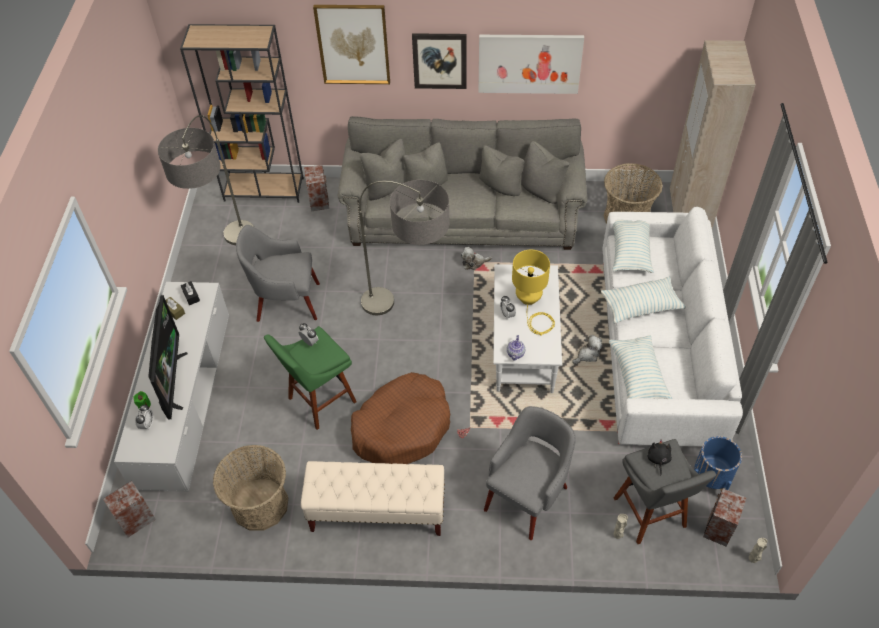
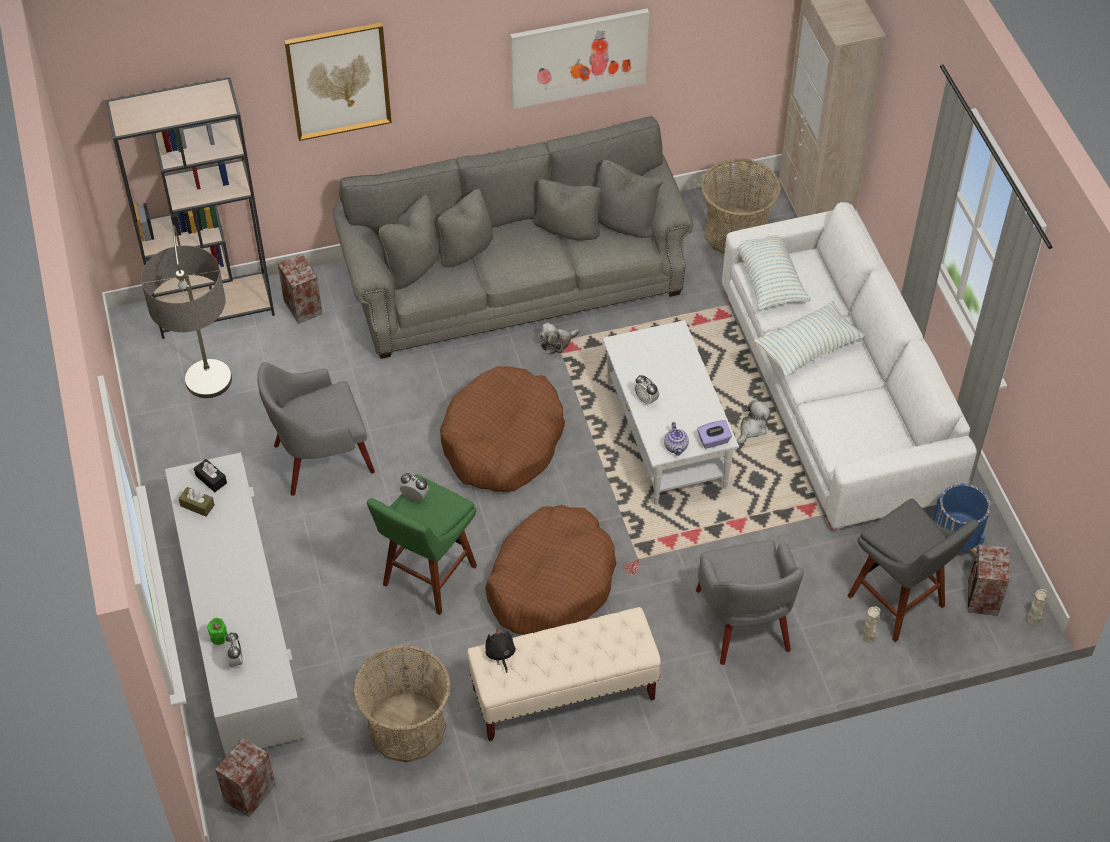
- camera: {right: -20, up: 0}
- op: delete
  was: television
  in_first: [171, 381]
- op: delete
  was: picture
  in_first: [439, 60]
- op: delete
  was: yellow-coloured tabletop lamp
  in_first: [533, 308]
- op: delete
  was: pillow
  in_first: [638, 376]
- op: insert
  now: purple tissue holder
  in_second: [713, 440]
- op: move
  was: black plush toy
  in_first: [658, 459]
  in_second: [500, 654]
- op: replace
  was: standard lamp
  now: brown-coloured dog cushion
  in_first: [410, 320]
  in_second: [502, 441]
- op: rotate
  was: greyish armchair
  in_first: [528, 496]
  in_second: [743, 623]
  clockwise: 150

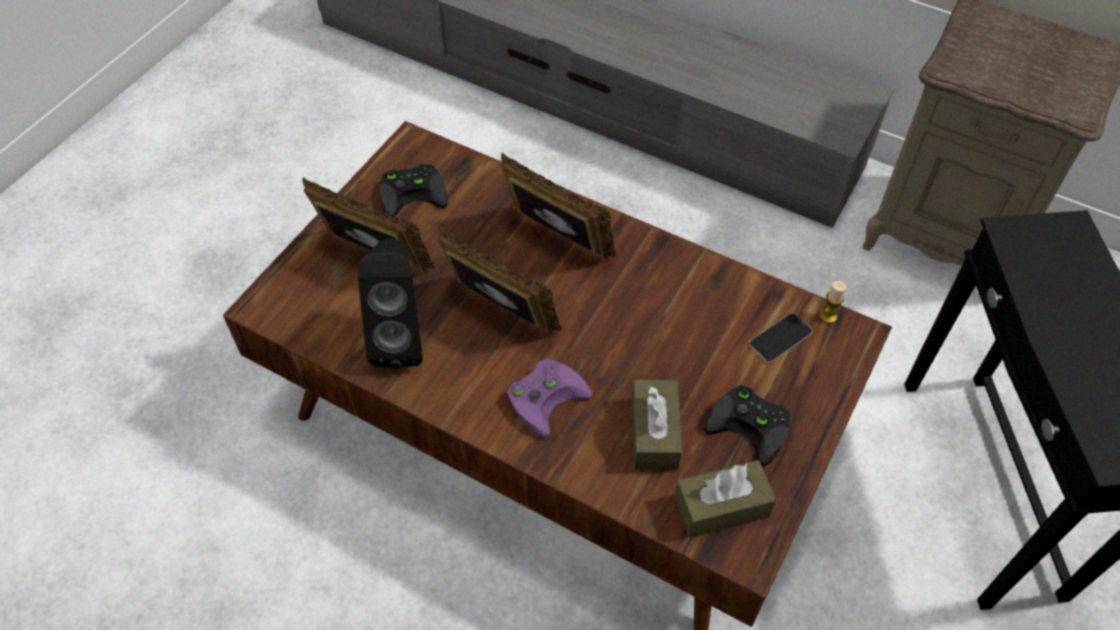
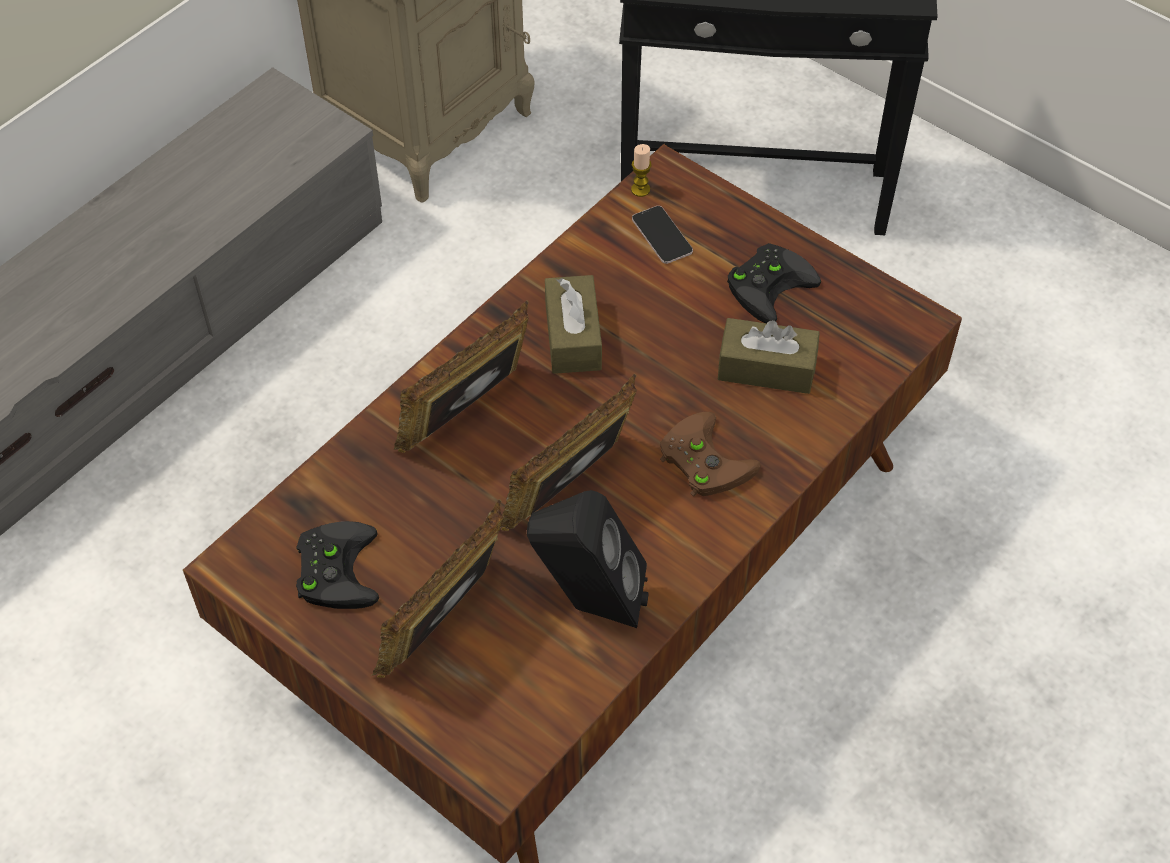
- camera: {right: -80, up: 0}
- op: move
  was: brown-coloured tissue holder
  in_first: [721, 507]
  in_second: [573, 336]
- op: recolor
  was: purple gamepad
  now: brown-coloured gamepad
  in_first: [546, 395]
  in_second: [701, 459]

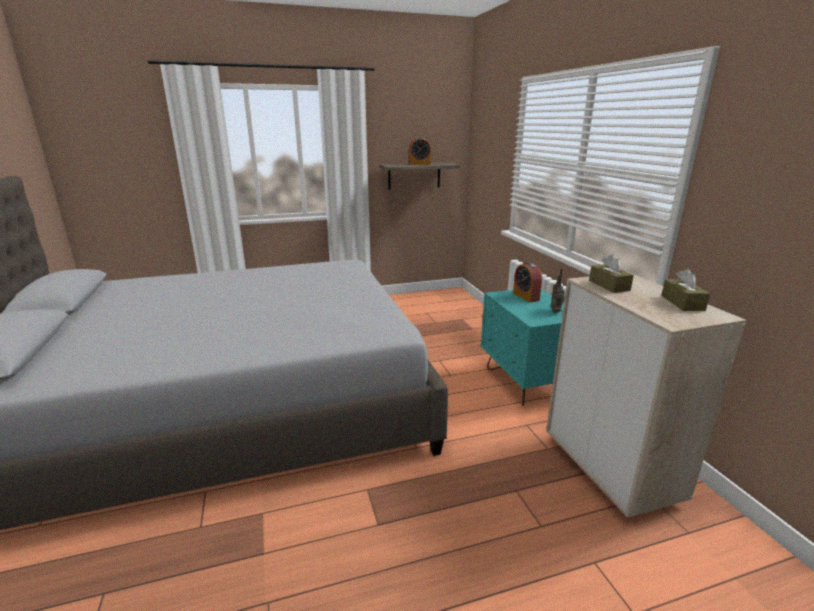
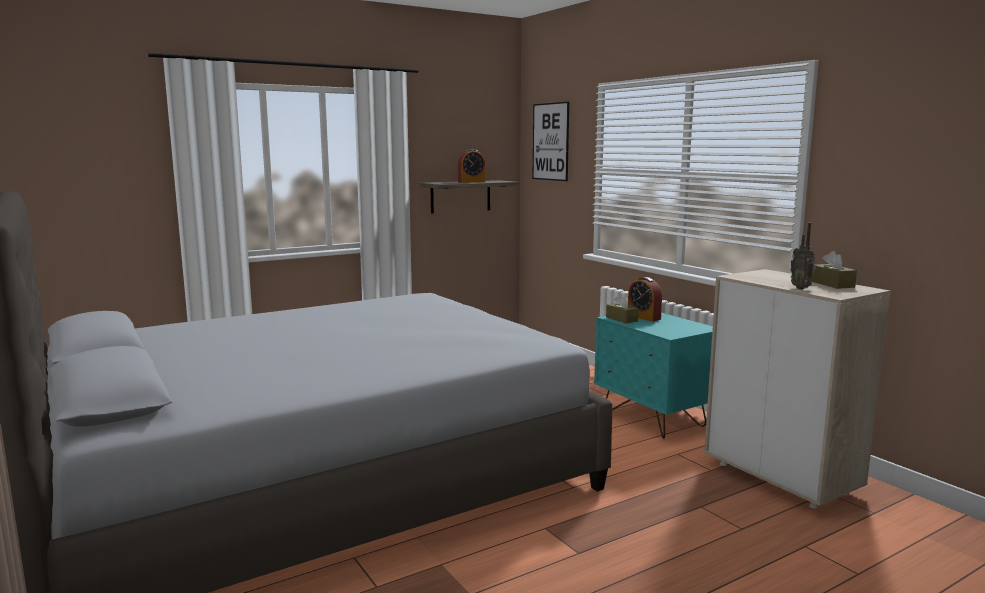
- camera: {right: -15, up: -10}
- op: insert
  now: picture
  in_second: [550, 141]
- op: move
  was: radio receiver
  in_first: [556, 311]
  in_second: [801, 288]
- op: move
  was: brown-coloured tissue holder
  in_first: [609, 285]
  in_second: [621, 319]

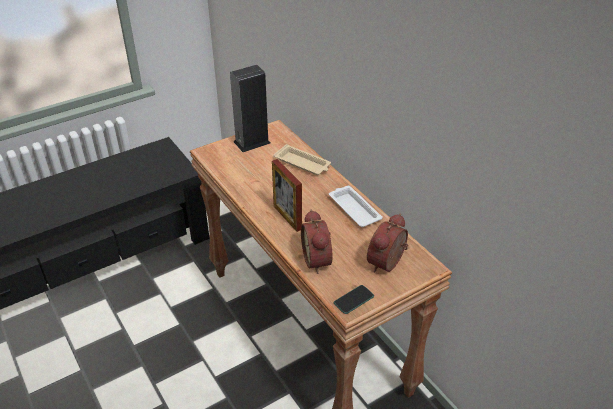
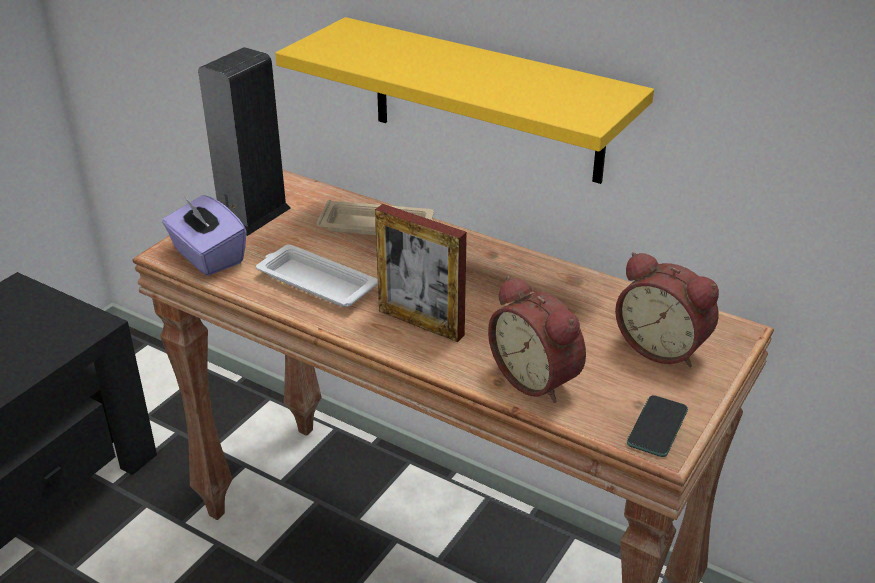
- camera: {right: -25, up: -5}
- op: insert
  now: purple tissue holder
  in_second: [207, 256]
- op: insert
  now: yellow-coloured bracket shelf
  in_second: [486, 101]
- op: move
  was: white-coloured serving tray
  in_first: [353, 209]
  in_second: [315, 282]
- op: rotate
  was: bedside clock
  in_first: [388, 263]
  in_second: [663, 347]
  clockwise: -60

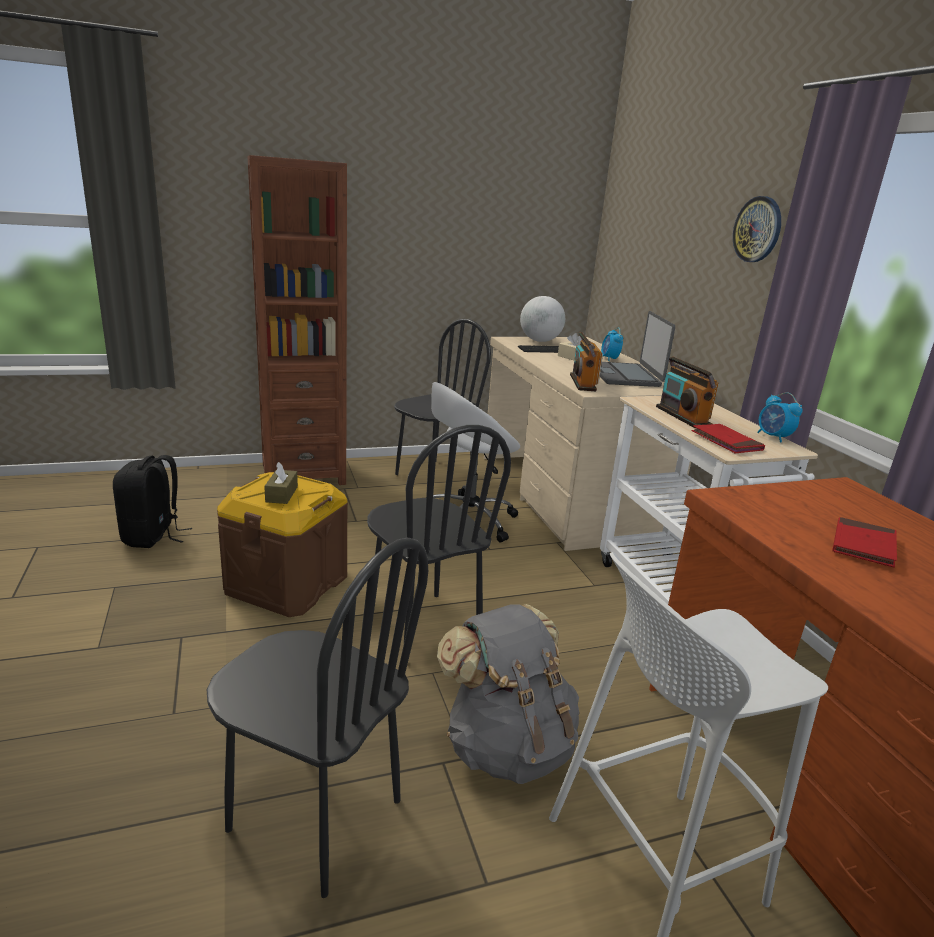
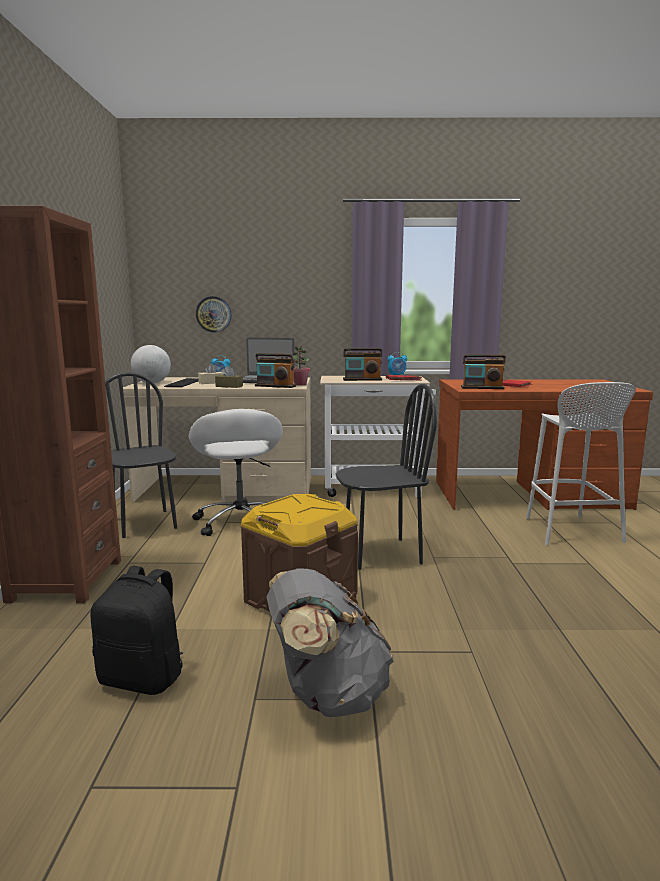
- camera: {right: -70, up: -10}
- op: delete
  was: black chair
  in_first: [314, 816]
- op: insert
  now: plant in a pot
  in_second: [300, 384]
- op: insert
  now: radio receiver
  in_second: [482, 388]
- op: move
  was: brown-coloured tissue holder
  in_first: [281, 494]
  in_second: [229, 386]
- op: move
  was: greyish rucksack
  in_first: [507, 745]
  in_second: [327, 695]
- op: move
  was: hanging clock
  in_first: [757, 229]
  in_second: [213, 314]

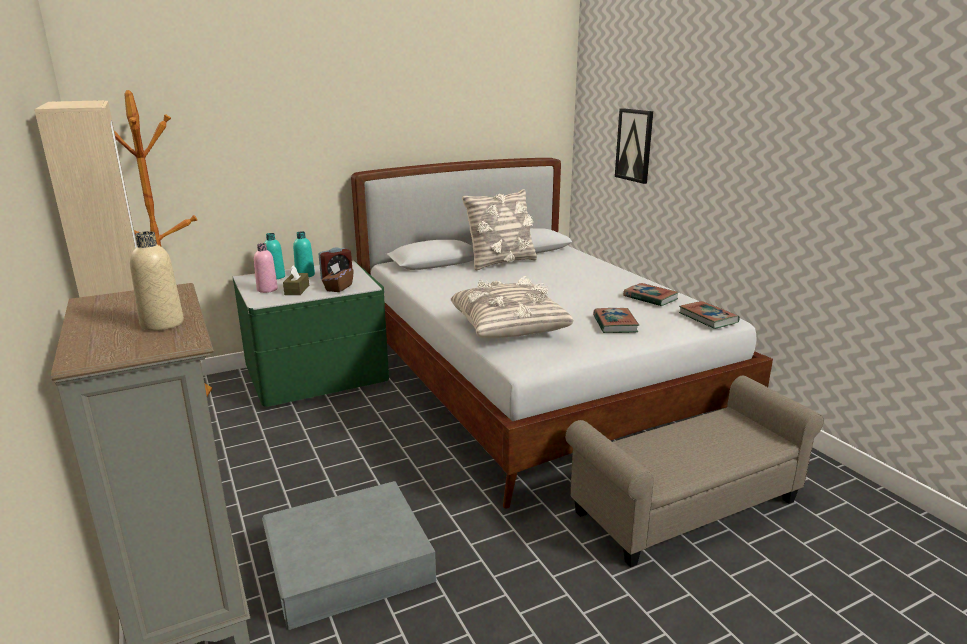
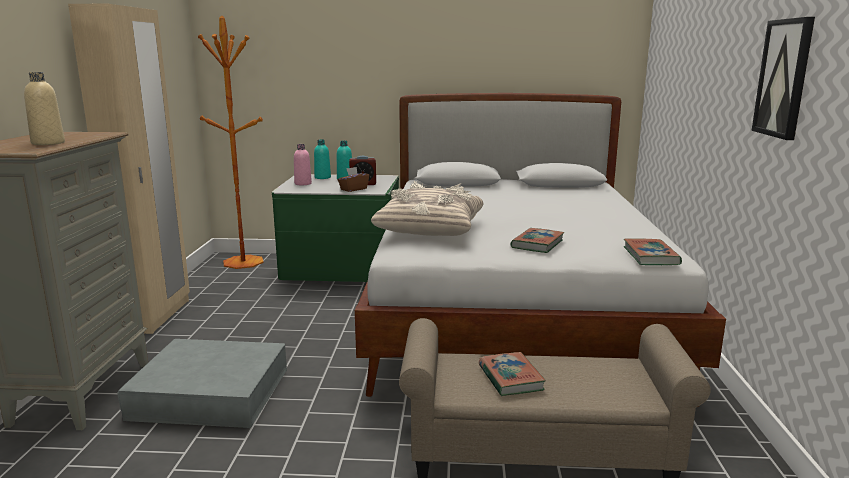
- camera: {right: 30, up: -5}
- op: delete
  was: brown-coloured tissue holder
  in_first: [297, 290]
- op: delete
  was: beige pillow
  in_first: [501, 263]
- op: move
  was: picture
  in_first: [634, 145]
  in_second: [784, 78]
- op: move
  was: book
  in_first: [650, 298]
  in_second: [510, 378]

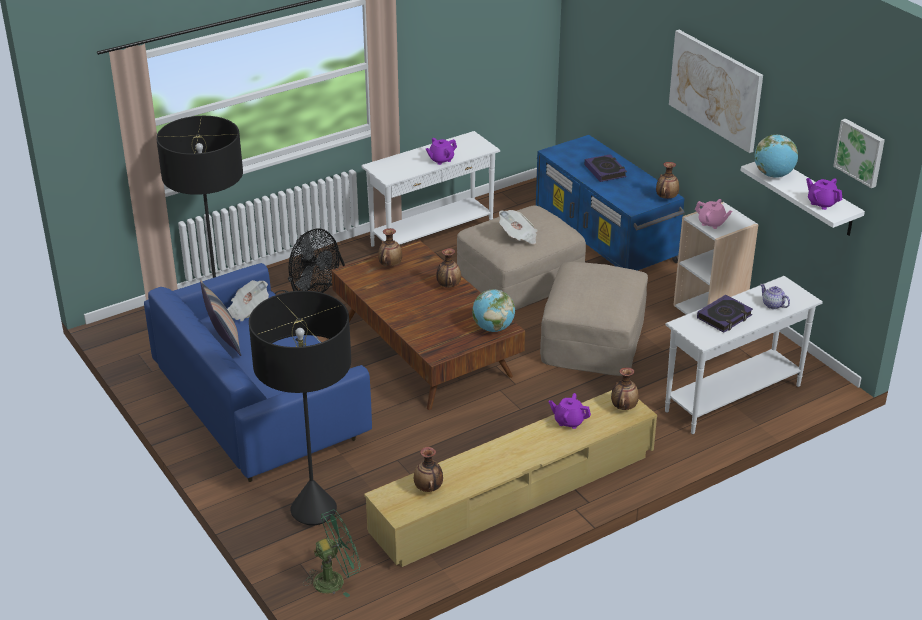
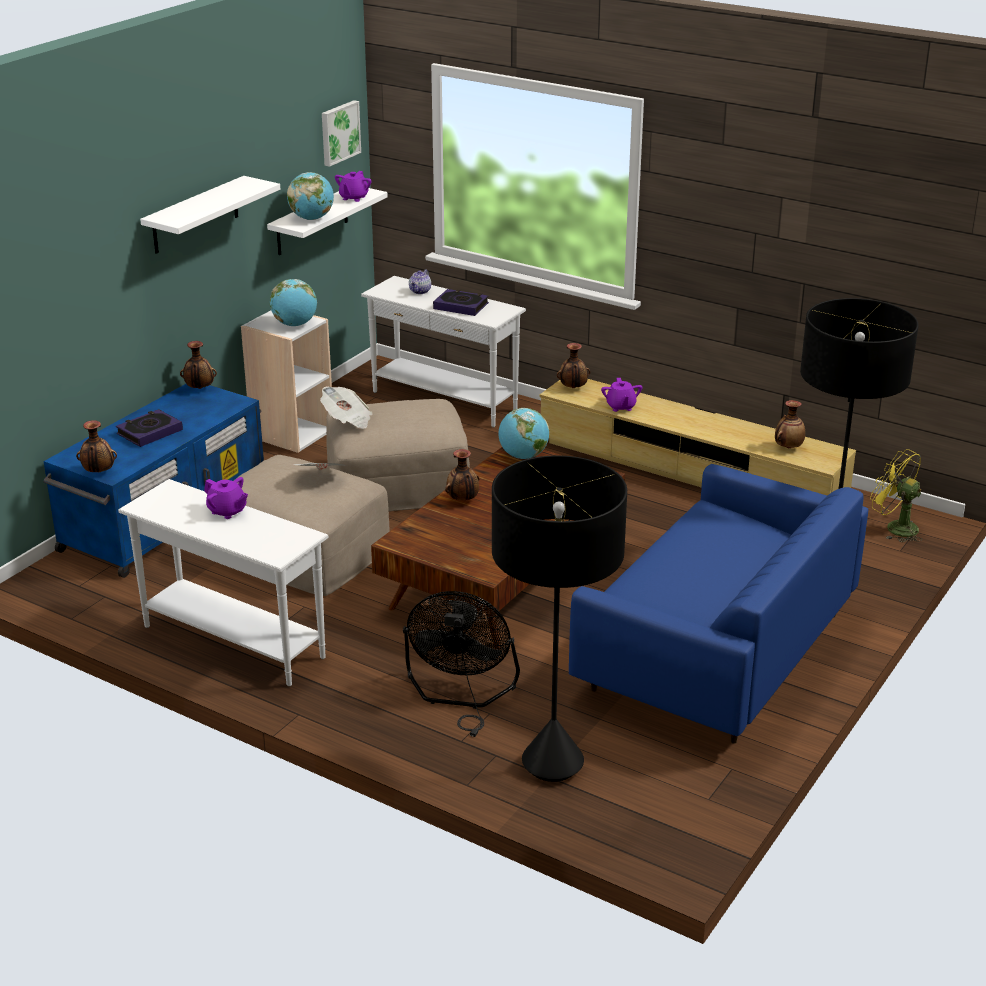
- camera: {right: -115, up: -5}
- op: delete
  was: pillow
  in_first: [224, 341]
- op: move
  was: daily paper
  in_first: [247, 311]
  in_second: [347, 420]
- op: move
  was: flower vase
  in_first: [390, 265]
  in_second: [98, 472]
- op: replace
  was: picture
  now: white-coloured bracket shelf
  in_first: [715, 89]
  in_second: [195, 215]
- op: replace
  was: pink-coloured teapot
  now: desk globe
  in_first: [711, 223]
  in_second: [295, 324]
- op: recolor
  was: green-coloured cooling fan
  now: yellow-coloured cooling fan
  in_first: [335, 579]
  in_second: [895, 527]

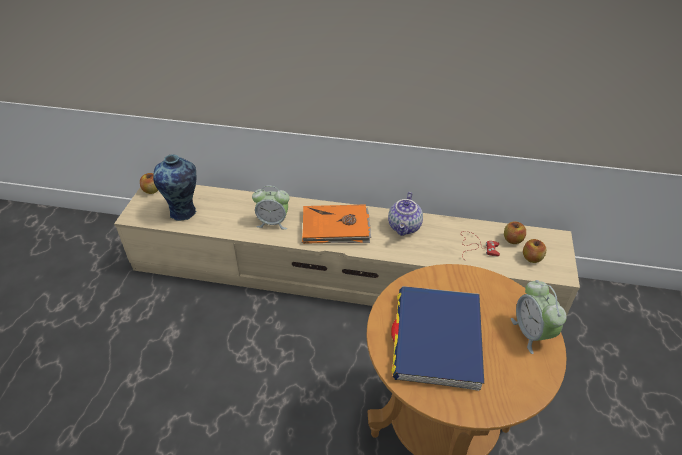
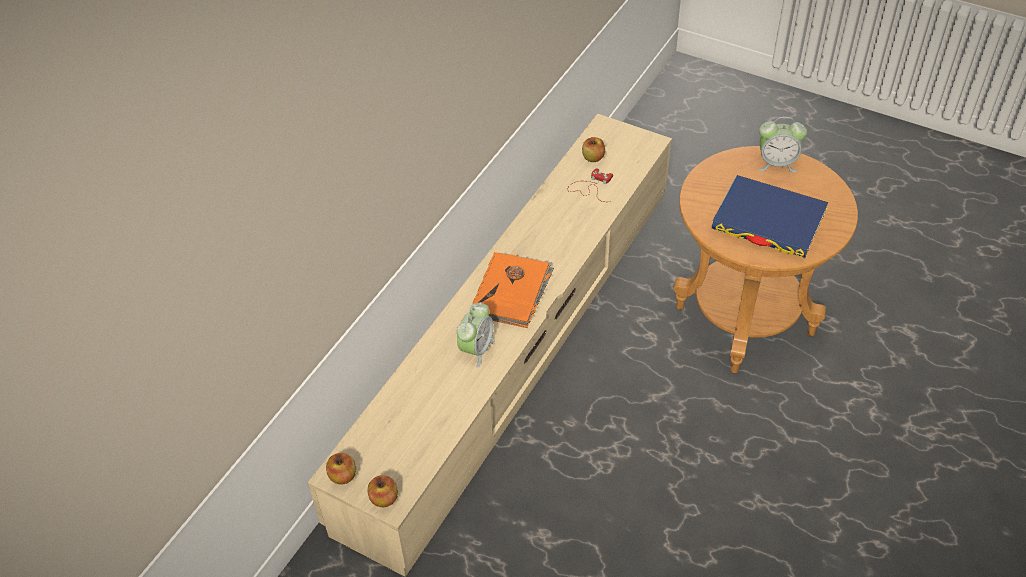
- camera: {right: -70, up: 5}
- op: delete
  was: flower vase
  in_first: [184, 212]
- op: delete
  was: teapot
  in_first: [405, 227]
- op: move
  was: apple
  in_first: [532, 258]
  in_second: [384, 499]

